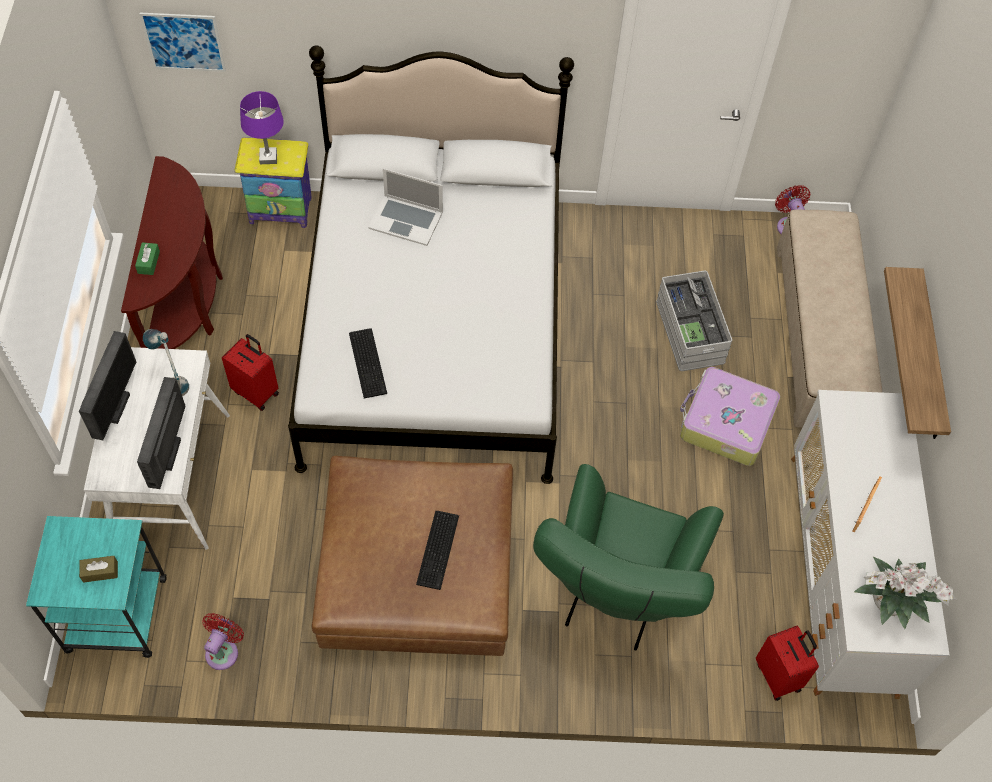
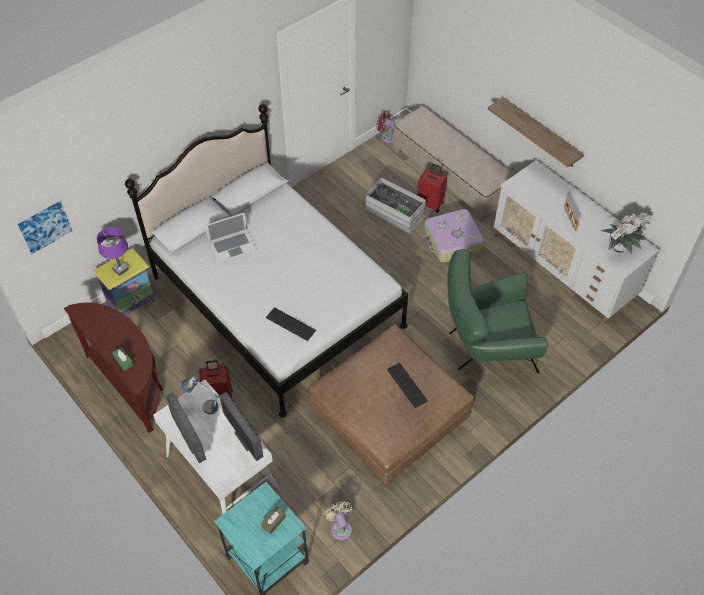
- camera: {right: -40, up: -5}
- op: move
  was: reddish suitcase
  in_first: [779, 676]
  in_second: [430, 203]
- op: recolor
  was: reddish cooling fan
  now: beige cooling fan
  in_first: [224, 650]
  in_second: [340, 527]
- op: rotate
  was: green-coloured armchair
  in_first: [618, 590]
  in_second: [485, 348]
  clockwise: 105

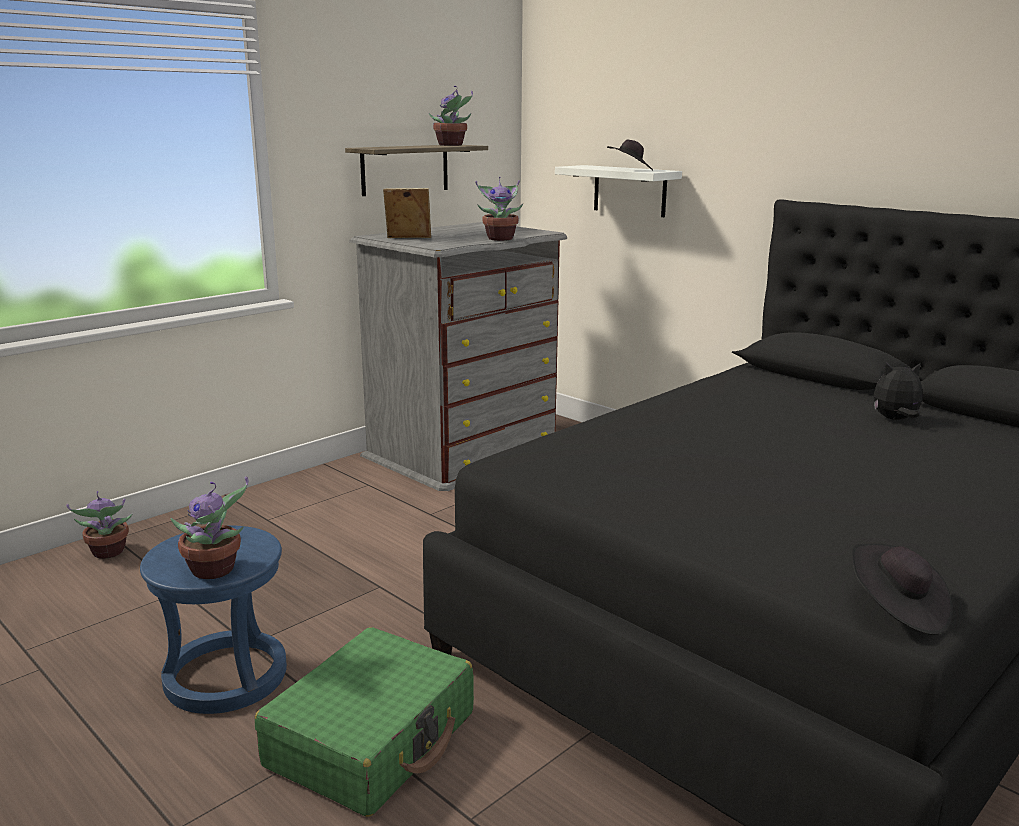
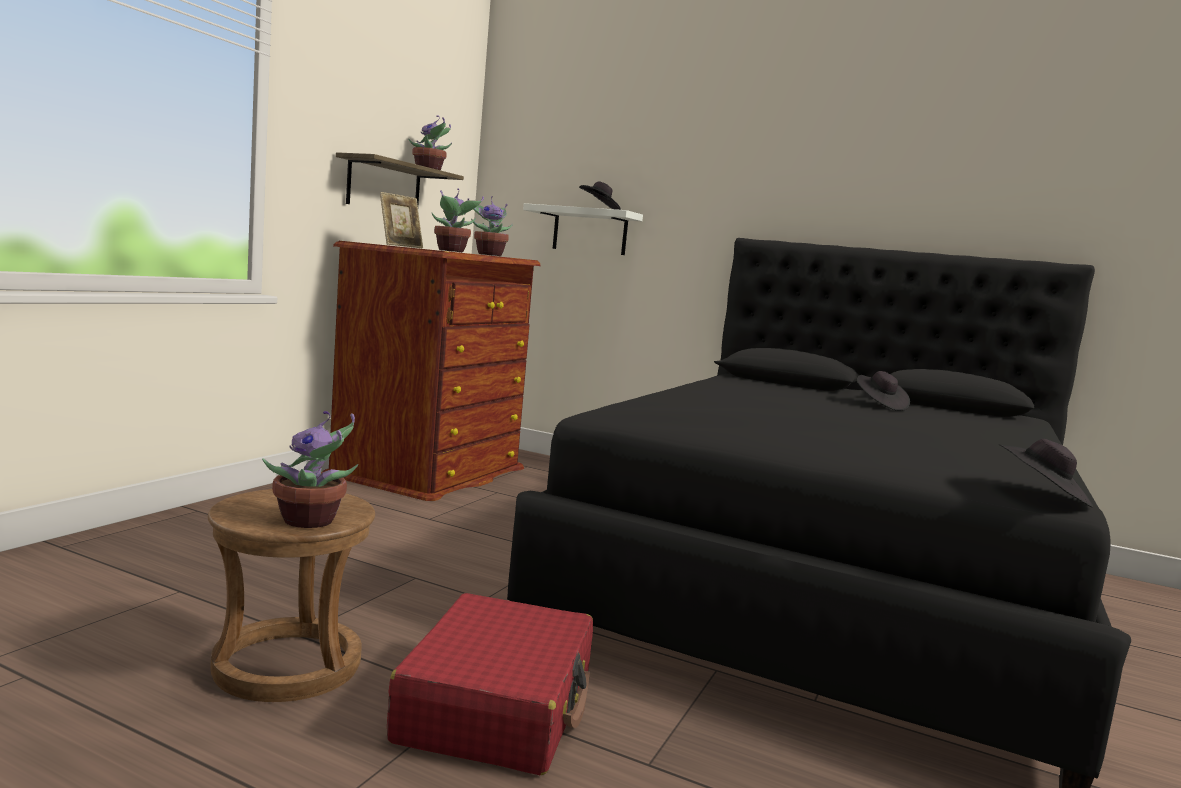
- camera: {right: -20, up: -10}
- op: move
  was: plant in a pot
  in_first: [108, 553]
  in_second: [451, 251]
- op: replace
  was: plush toy
  now: black hat
  in_first: [895, 420]
  in_second: [879, 405]
- op: recolor
  was: blue sitting stool
  now: brown-coloured sitting stool
  in_first: [226, 677]
  in_second: [288, 665]
- op: recolor
  was: green-coloured suitcase
  now: reddish suitcase
  in_first: [372, 739]
  in_second: [497, 707]
- op: recolor
  was: greyish chest of drawers
  now: brown-coloured chest of drawers
  in_first: [465, 450]
  in_second: [431, 470]
- op: rotate
  was: picture frame
  in_first: [408, 239]
  in_second: [400, 246]
  clockwise: 150

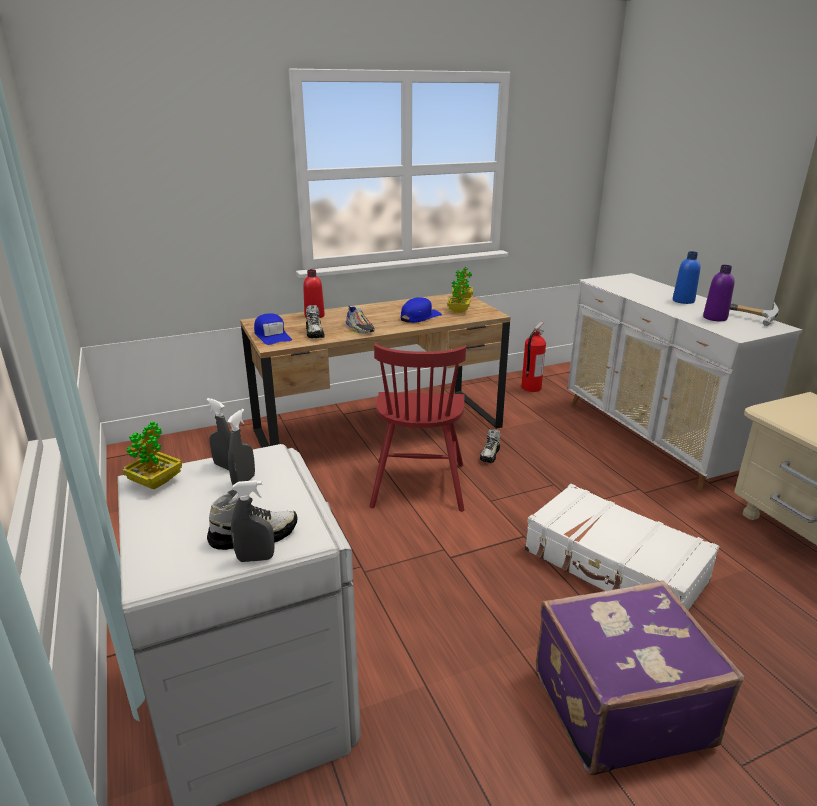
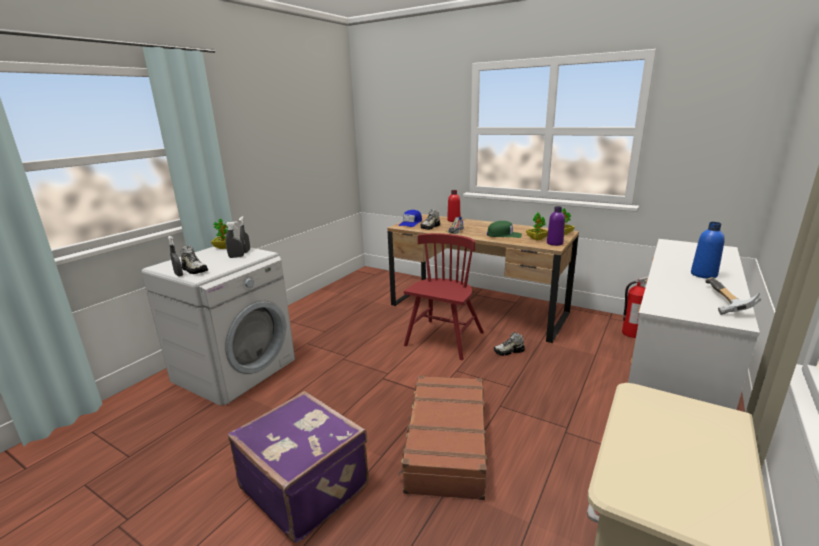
- camera: {right: 55, up: -5}
- op: move
  was: purple bottle
  in_first: [715, 318]
  in_second: [554, 243]
- op: recolor
  was: blue baseball cap
  now: green-coloured baseball cap
  in_first: [420, 317]
  in_second: [504, 235]
- op: recolor
  was: white-coloured suitcase
  now: brown-coloured suitcase
  in_first: [614, 566]
  in_second: [445, 444]
- op: rotate
  was: reddish chair
  in_first: [418, 481]
  in_second: [442, 341]
  clockwise: 150

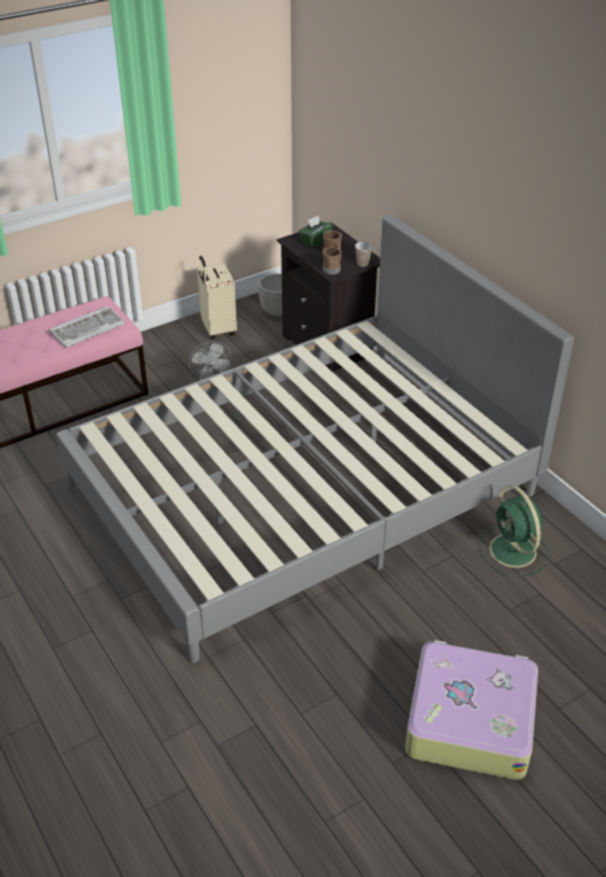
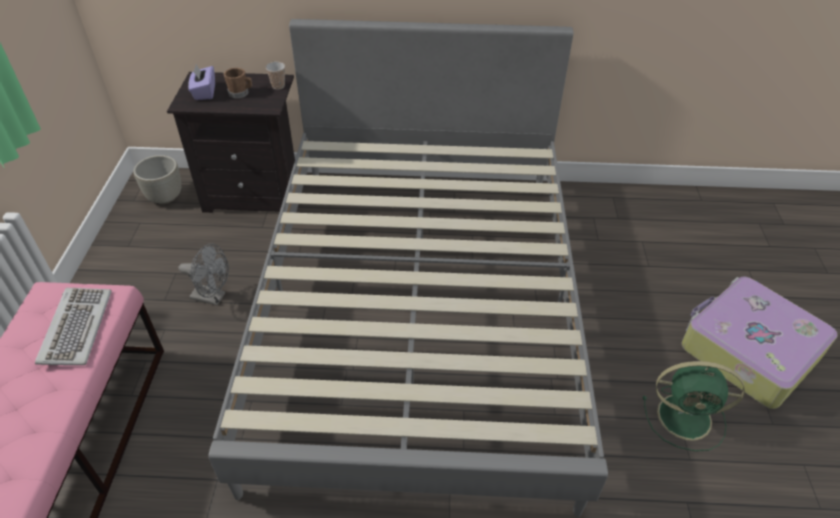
- camera: {right: -55, up: 5}
- op: delete
  was: beige suitcase
  in_first: [217, 329]
- op: delete
  was: brown-coloured mug
  in_first: [332, 269]
- op: move
  was: green-coloured cooling fan
  in_first: [514, 552]
  in_second: [686, 417]
- op: recolor
  was: green-coloured tissue holder
  now: purple tissue holder
  in_first: [315, 240]
  in_second: [204, 92]

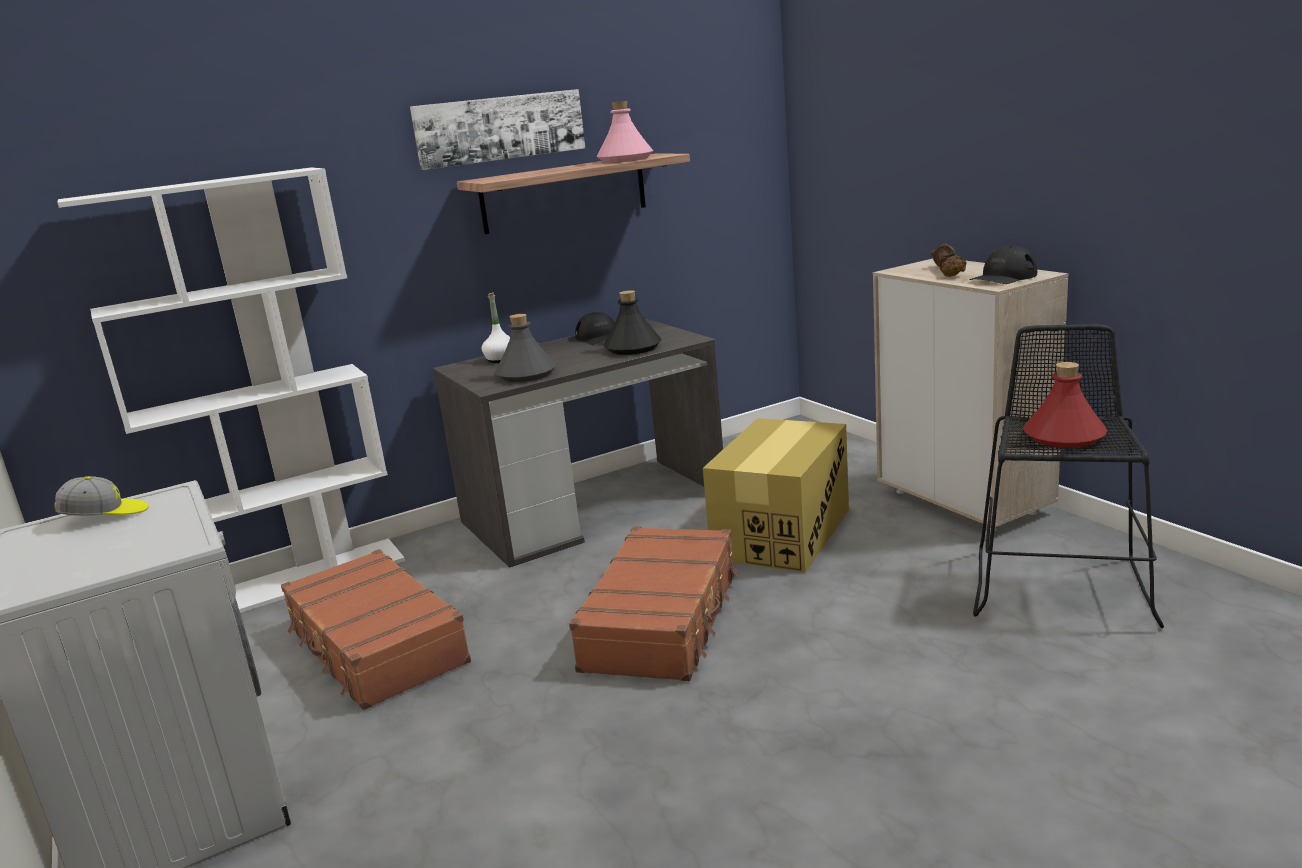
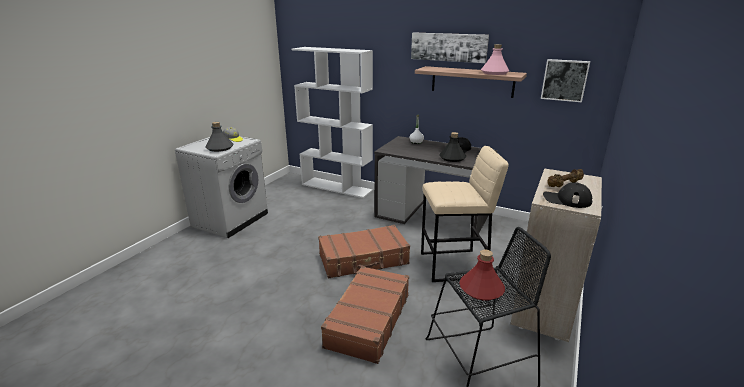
- camera: {right: 55, up: 5}
- op: insert
  now: picture
  in_second: [564, 80]
- op: move
  was: brown-coloured suitcase
  in_first: [376, 646]
  in_second: [367, 320]
- op: move
  was: greyish bottle
  in_first: [527, 374]
  in_second: [220, 148]
- op: replace
  was: packing box
  now: beige sitting stool
  in_first: [782, 533]
  in_second: [454, 265]

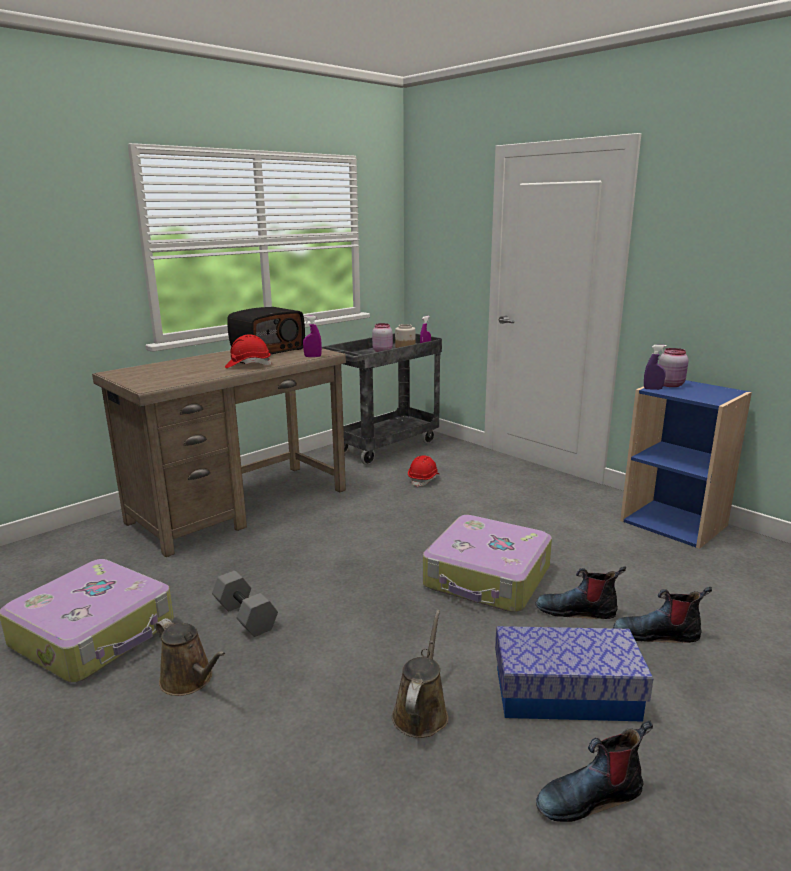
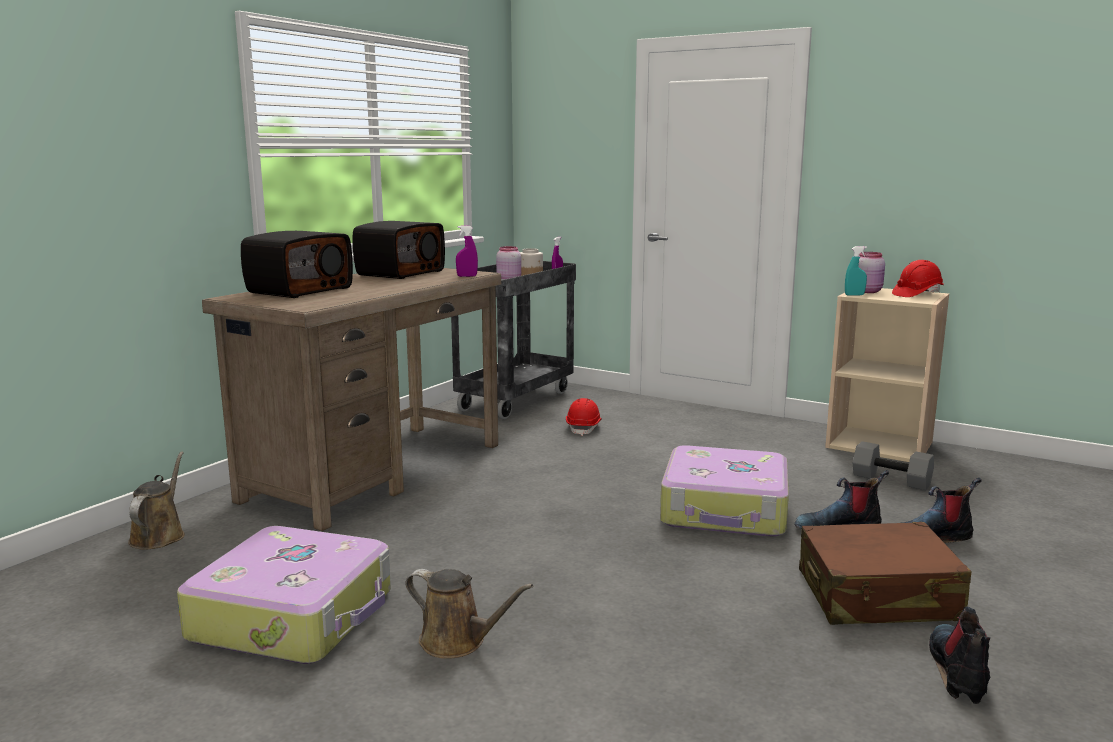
- camera: {right: -15, up: -5}
- op: insert
  now: radio receiver
  in_second: [299, 290]
- op: move
  was: greyish hand weight
  in_first: [244, 616]
  in_second: [890, 480]
- op: move
  was: reddish safety helmet
  in_first: [248, 365]
  in_second: [916, 294]
- op: move
  was: brown-coloured watering pot
  in_first: [421, 711]
  in_second: [159, 535]
- op: replace
  was: storage container
  now: brown-coloured suitcase
  in_first: [566, 693]
  in_second: [878, 596]
- op: recolor
  was: blue shelving unit
  now: beige shelving unit
  in_first: [675, 523]
  in_second: [880, 444]
- op: recolor
  was: purple spray bottle
  now: turquoise-coloured spray bottle
  in_first: [653, 389]
  in_second: [854, 295]
- op: rotate
  was: boot
  in_first: [590, 796]
  in_second: [959, 672]
  clockwise: 135

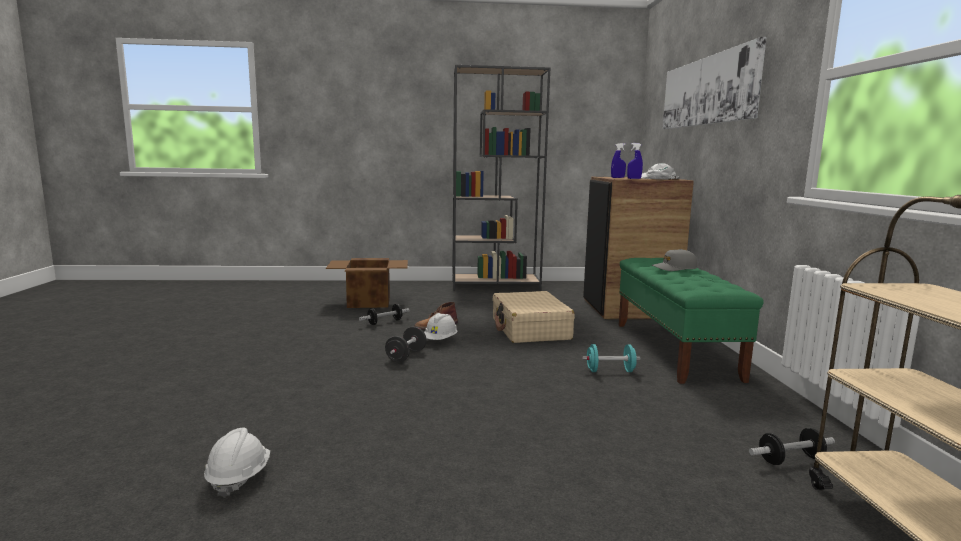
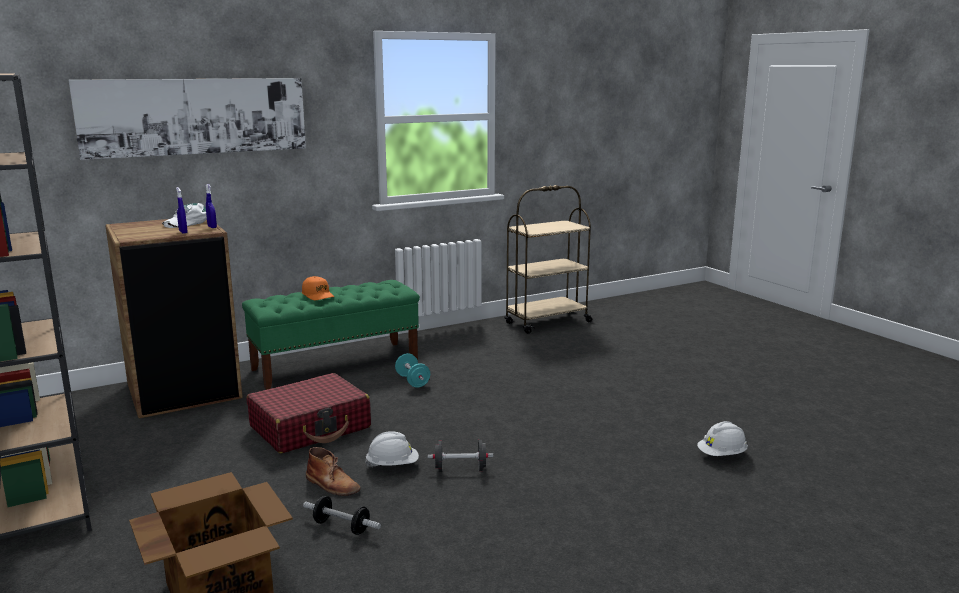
- camera: {right: -115, up: 5}
- op: delete
  was: hand weight
  in_first: [790, 459]
- op: recolor
  was: beige suitcase
  now: reddish suitcase
  in_first: [530, 329]
  in_second: [311, 427]
- op: recolor
  was: greyish baseball cap
  now: orangey baseball cap
  in_first: [674, 268]
  in_second: [318, 295]

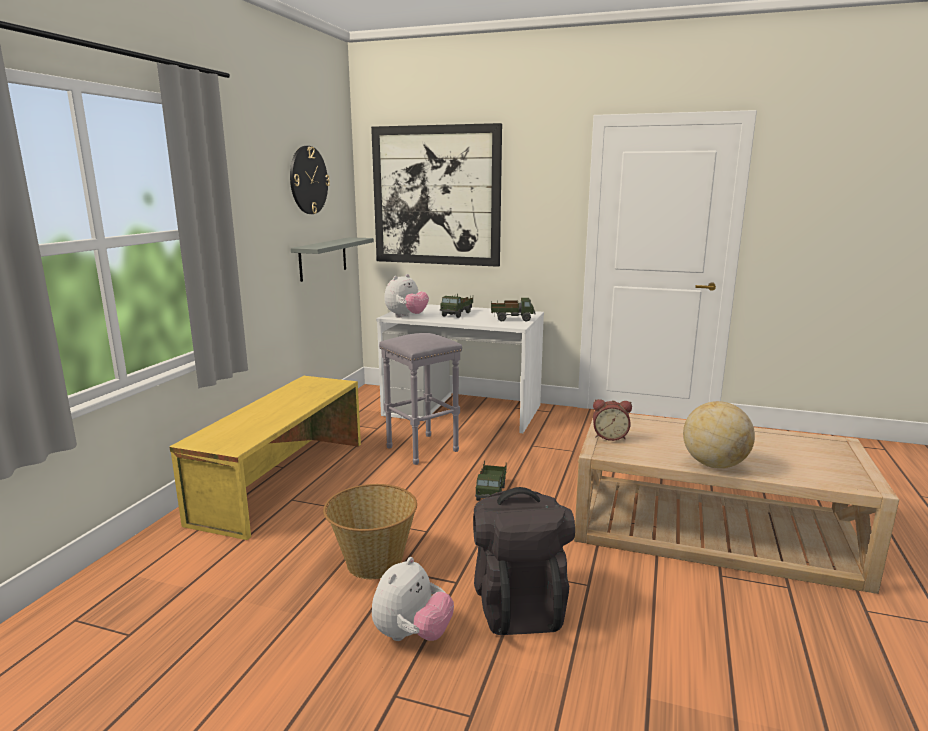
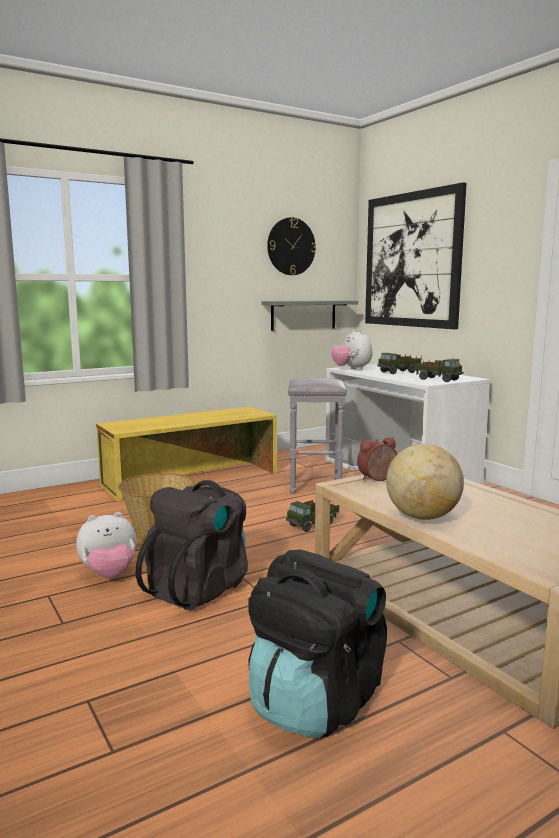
- camera: {right: 40, up: -5}
- op: insert
  now: black rucksack
  in_second: [315, 701]
- op: rotate
  was: plush toy
  in_first: [406, 316]
  in_second: [351, 369]
  clockwise: 75
- op: rotate
  was: bedside clock
  in_first: [610, 436]
  in_second: [378, 479]
  clockwise: 105

